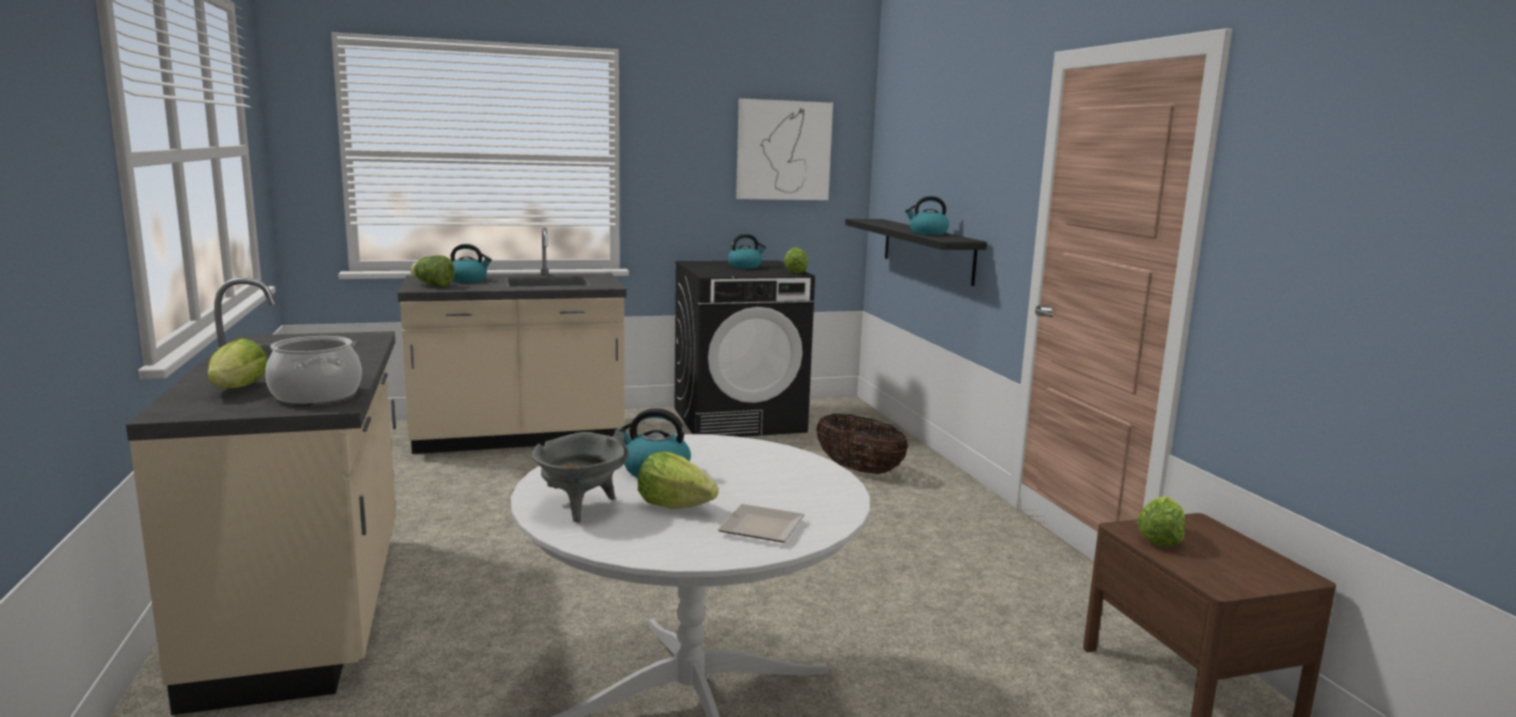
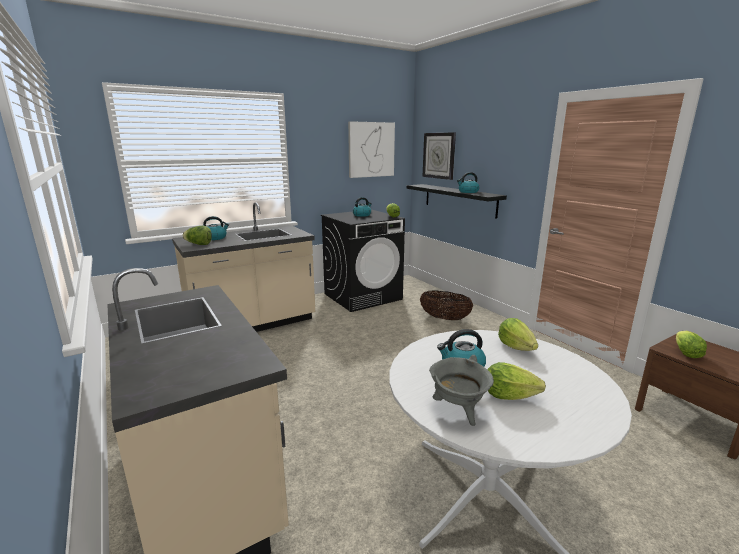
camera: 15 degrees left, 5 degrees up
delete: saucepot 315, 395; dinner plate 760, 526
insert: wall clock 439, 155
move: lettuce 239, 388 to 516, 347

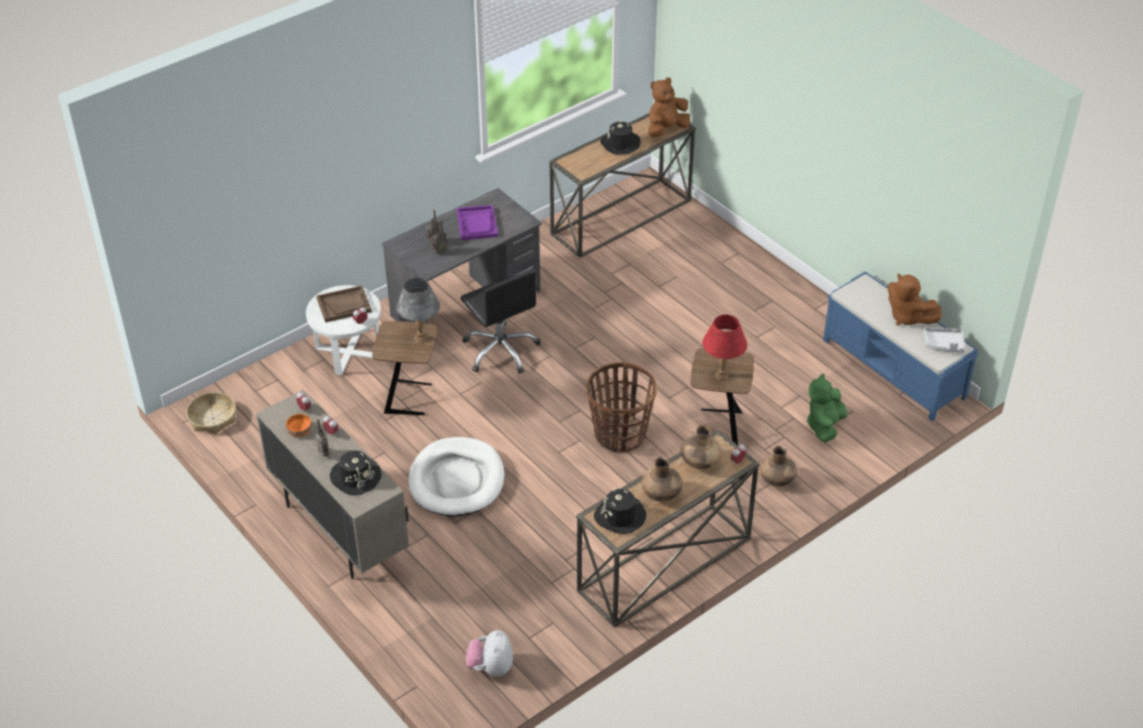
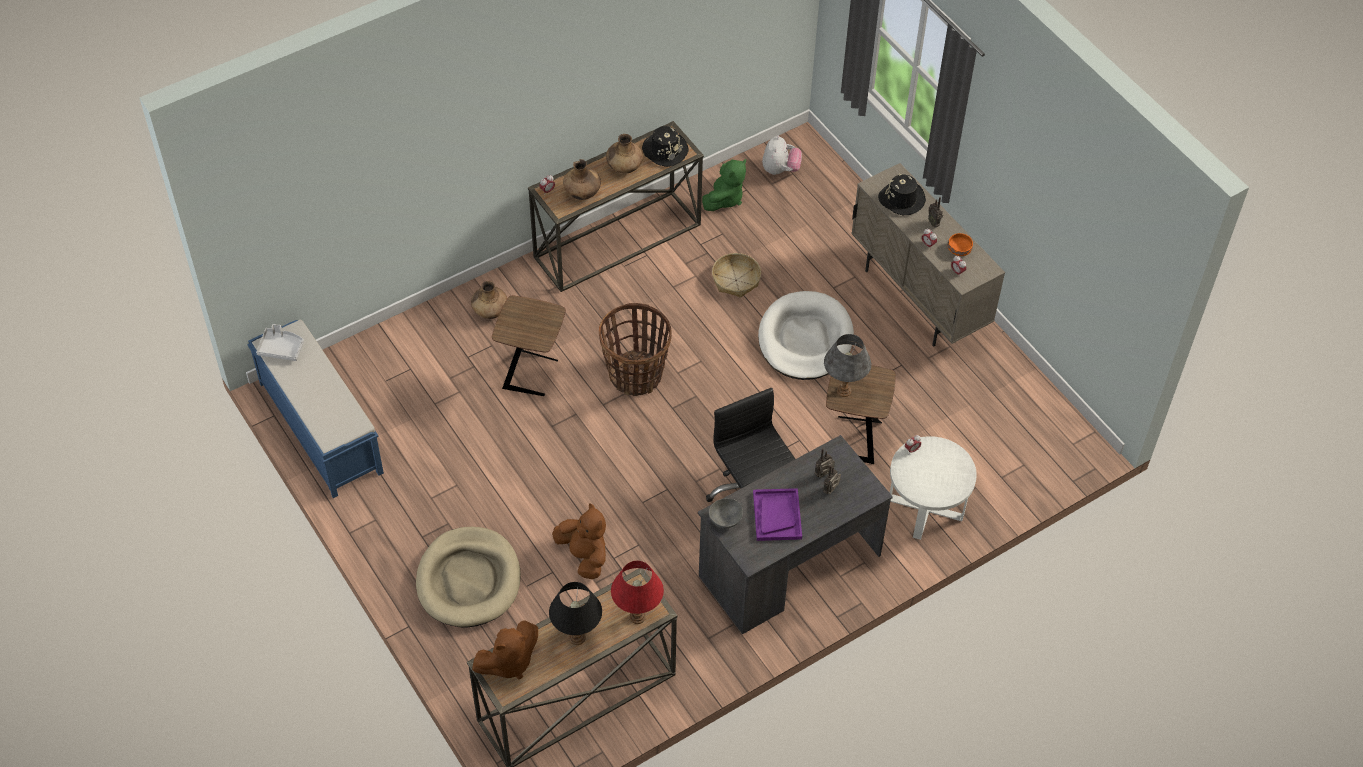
camera: 175 degrees left, 10 degrees up
delete: tray/brownish 344, 305
insert: dog cushion/beige 469, 580; deep dish/grey 726, 520
move: basket 213, 418 to 735, 280; tabletop lamp/reddish 722, 376 to 637, 616; plush toy/green 824, 426 to 724, 198; plush toy/brownish 907, 317 to 584, 555
replace: clothing hat/black-coloured 620, 144 to tabletop lamp/black-coloured 577, 637

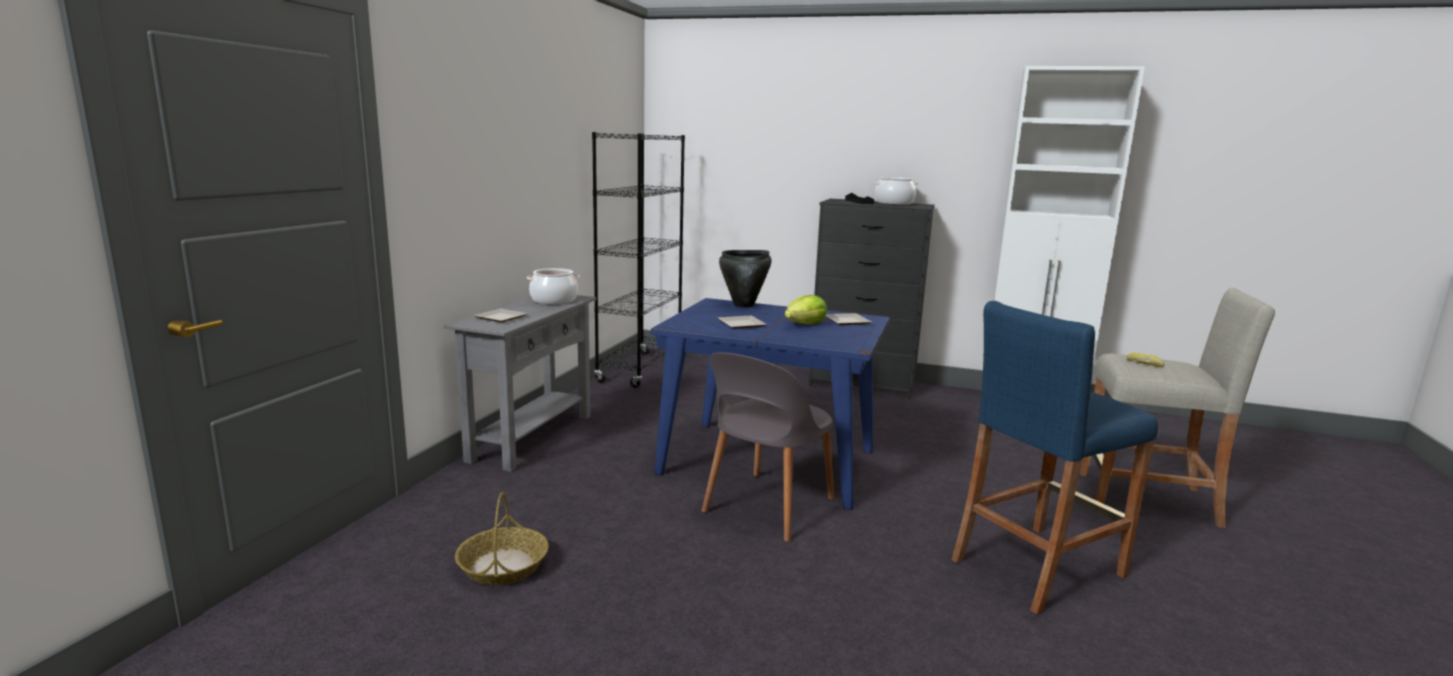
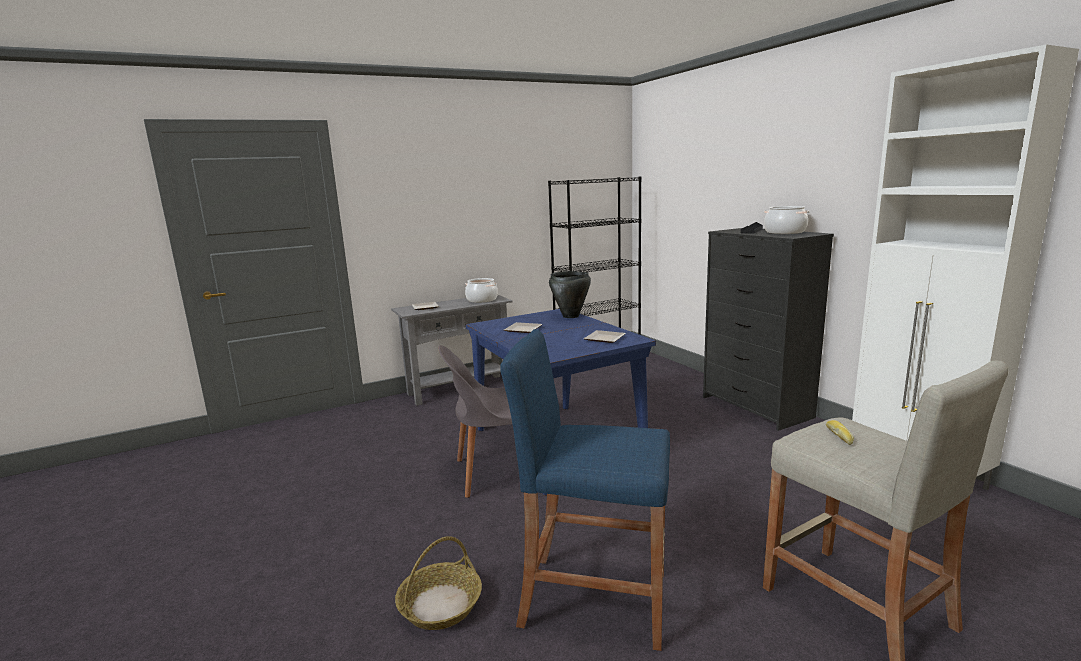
camera: 45 degrees right, 0 degrees up
delete: lettuce 805, 324
move: basket 503, 566 to 440, 606

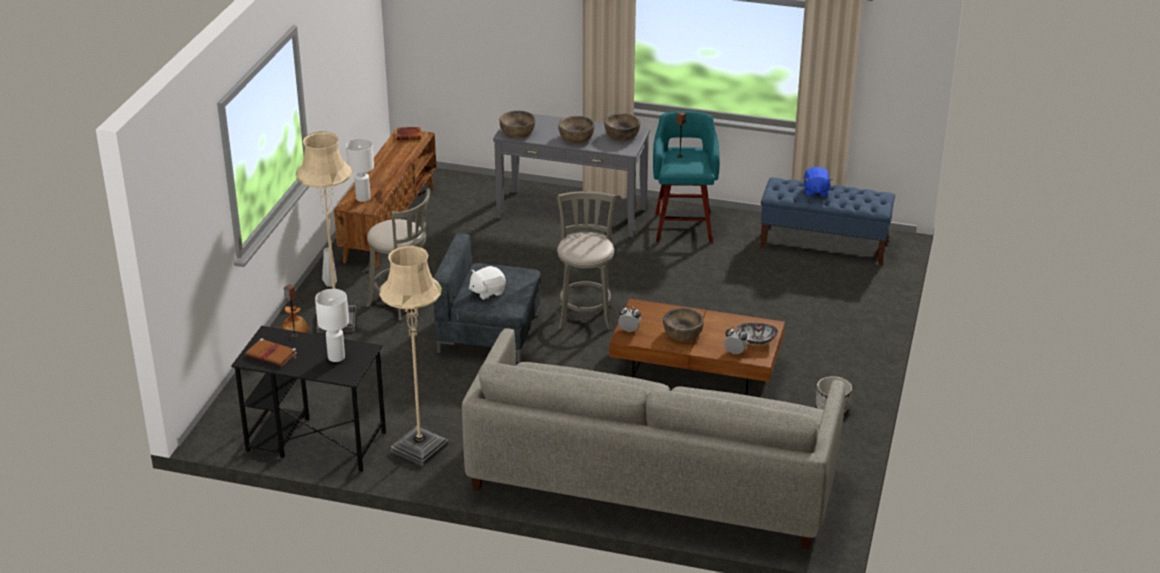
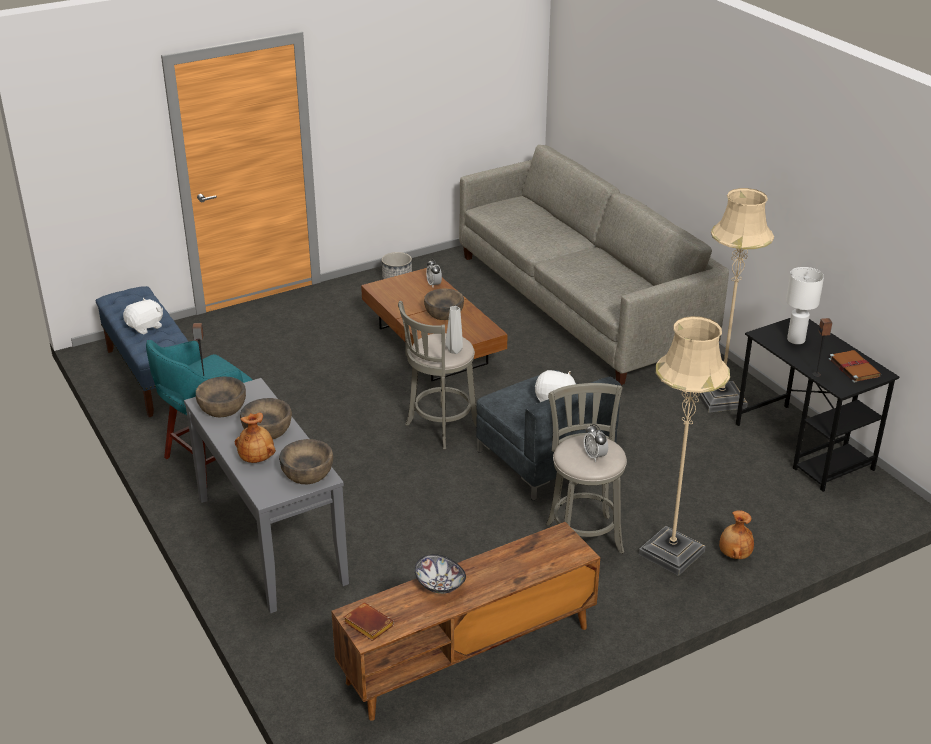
camera: 135 degrees left, 0 degrees up
delete: tabletop lamp/white 363, 198
insert: vase/brownish 257, 458
move: vase/grey 330, 284 to 454, 351; table clock 629, 330 to 595, 456; deep dish 756, 341 to 439, 585
recolor: plush toy/blue-coloured 815, 191 to plush toy/white 145, 327

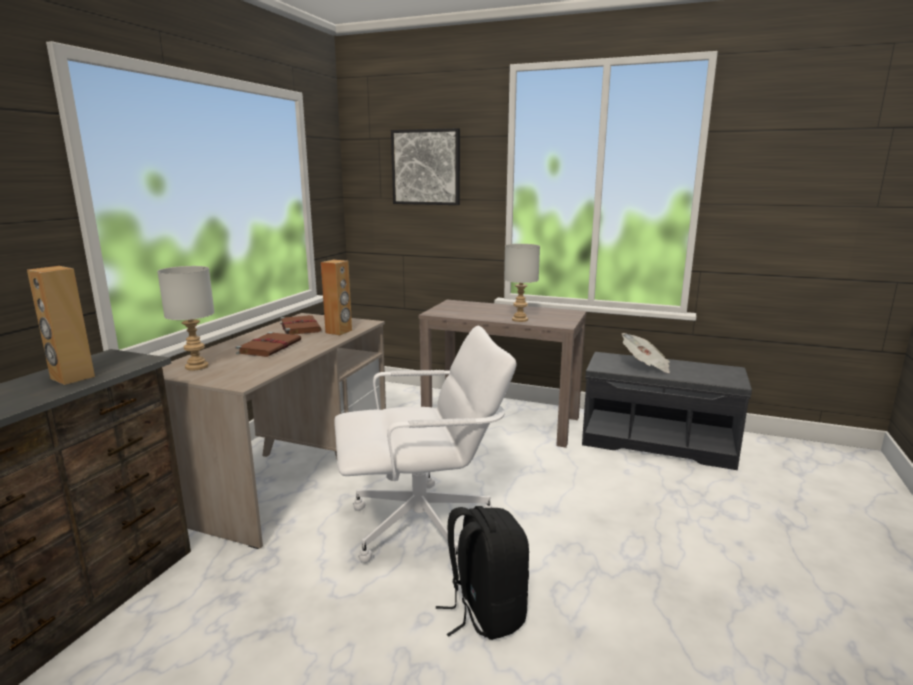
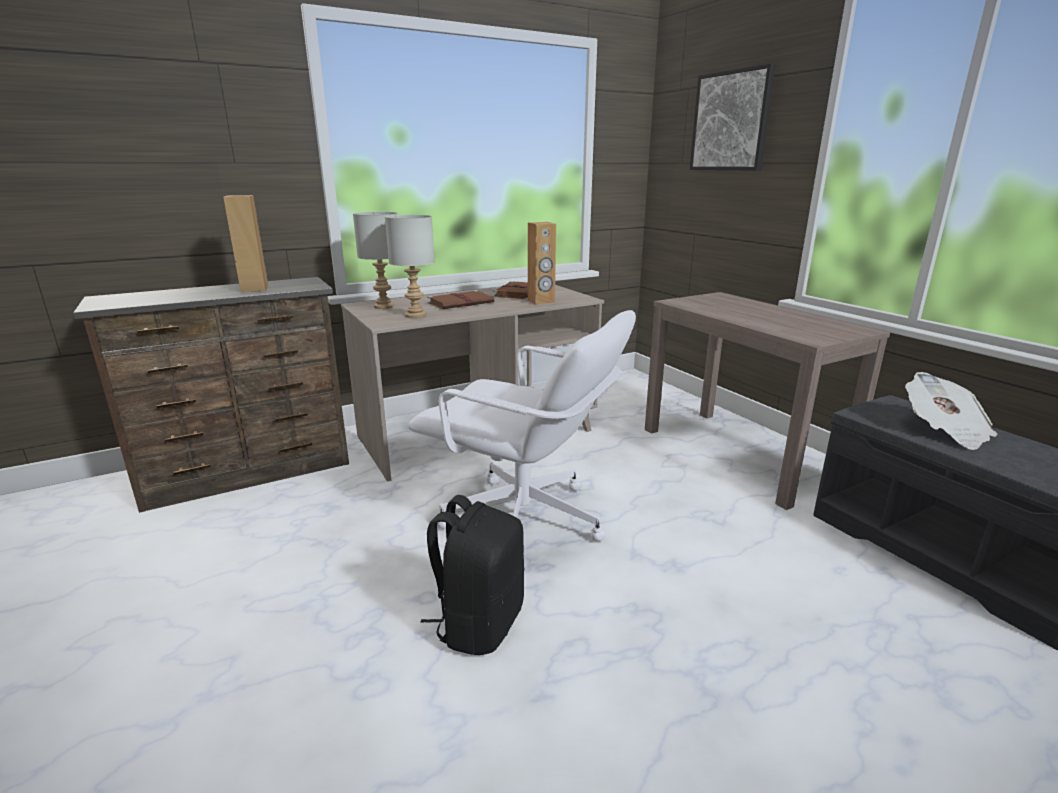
camera: 40 degrees right, 5 degrees up
move: tabletop lamp/grey 520, 319 to 416, 315

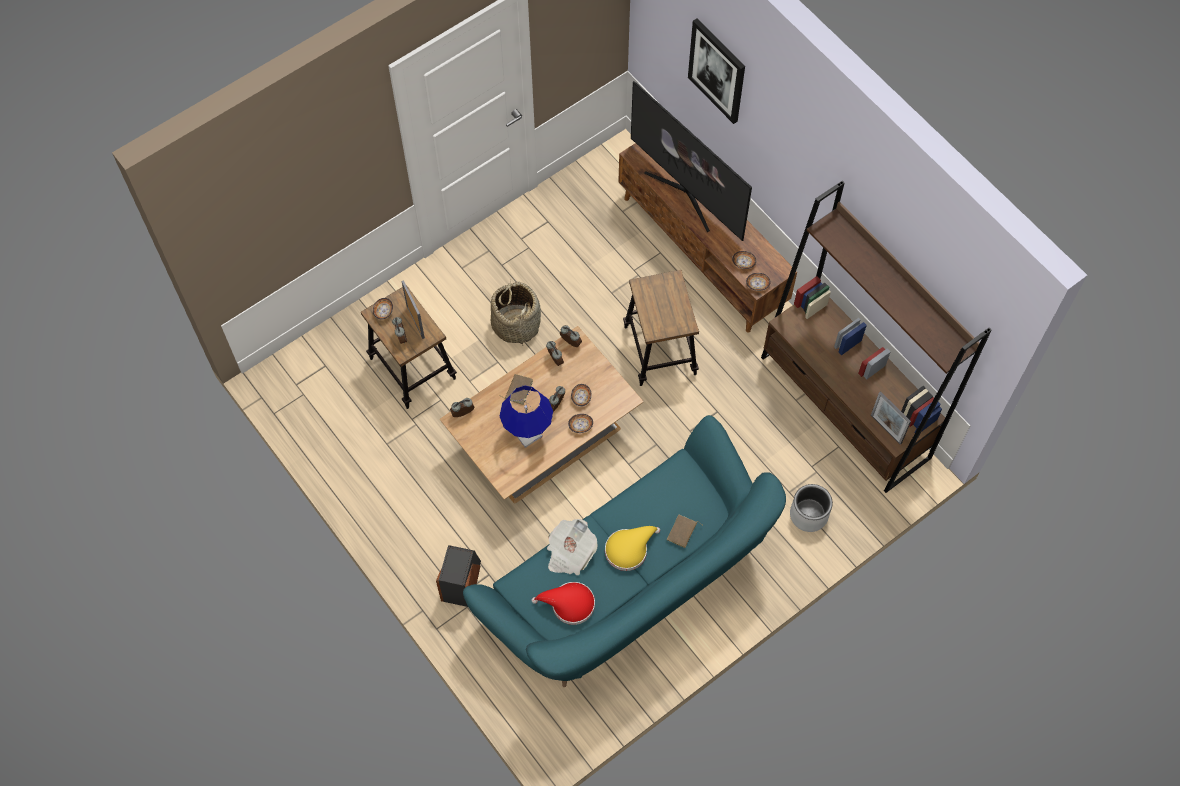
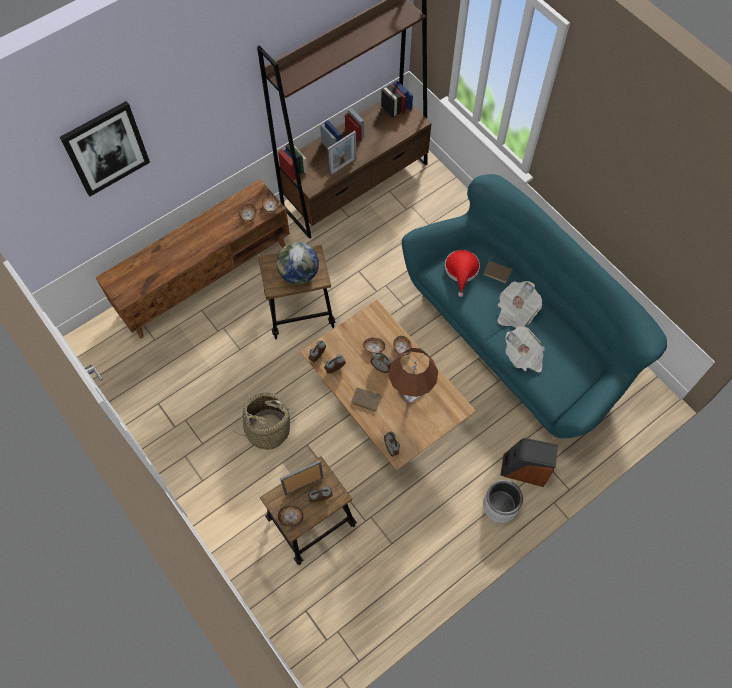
camera: 90 degrees left, 0 degrees up
delete: TV set 686, 193
insert: desk globe 299, 274
move: clothing hat/reddish 569, 604 to 461, 271; planter/grey 808, 515 to 500, 506; standing frame 886, 429 to 342, 167
replace: clothing hat/yellow-coloured 629, 549 to printed paper 515, 311
recolor: tabletop lamp/blue-coloured 528, 434 to tabletop lamp/brownish 411, 391

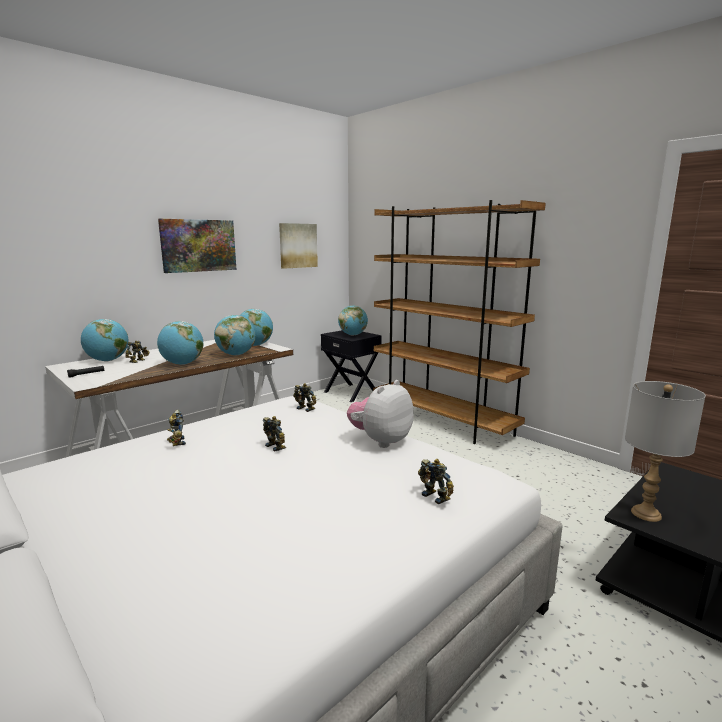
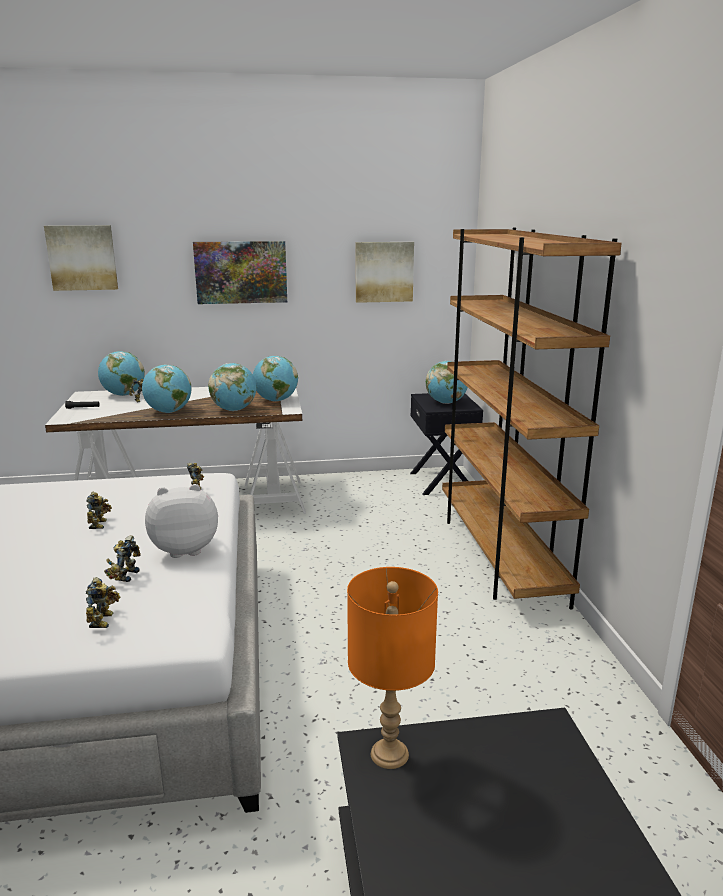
camera: 35 degrees right, 5 degrees up
insert: wall art 82, 257
move: toy robot 176, 442 to 124, 575
recolor: tabletop lamp/grey 645, 513 to tabletop lamp/orangey 389, 753

